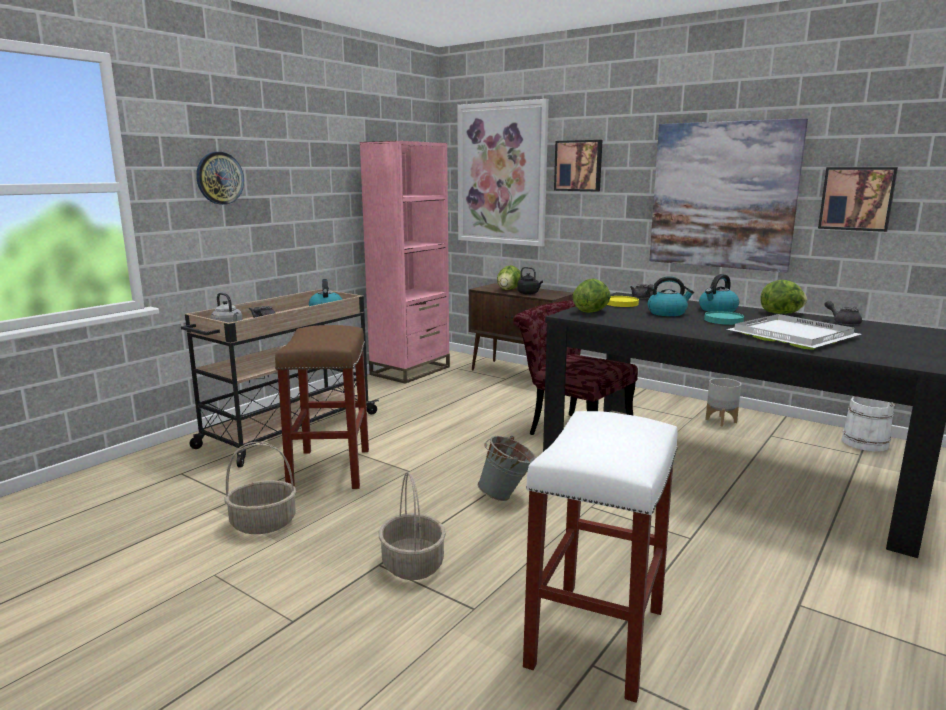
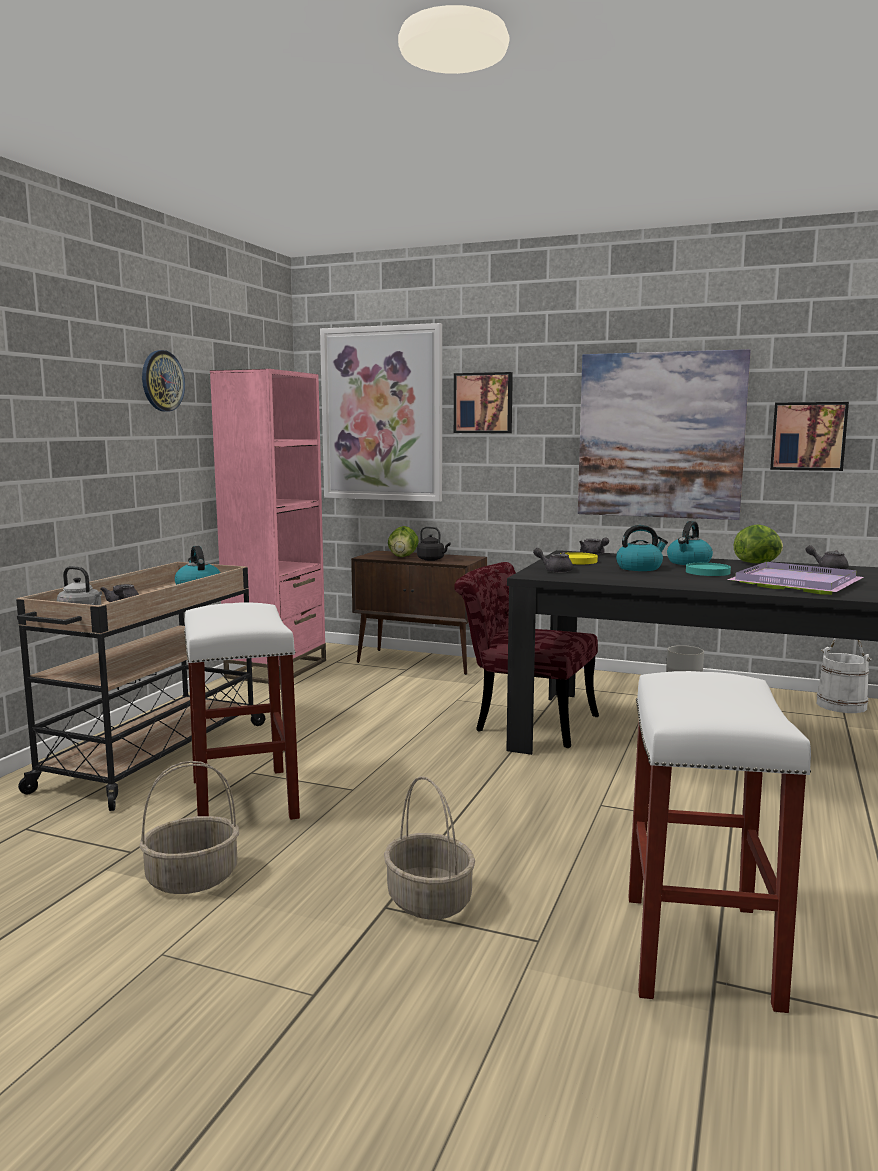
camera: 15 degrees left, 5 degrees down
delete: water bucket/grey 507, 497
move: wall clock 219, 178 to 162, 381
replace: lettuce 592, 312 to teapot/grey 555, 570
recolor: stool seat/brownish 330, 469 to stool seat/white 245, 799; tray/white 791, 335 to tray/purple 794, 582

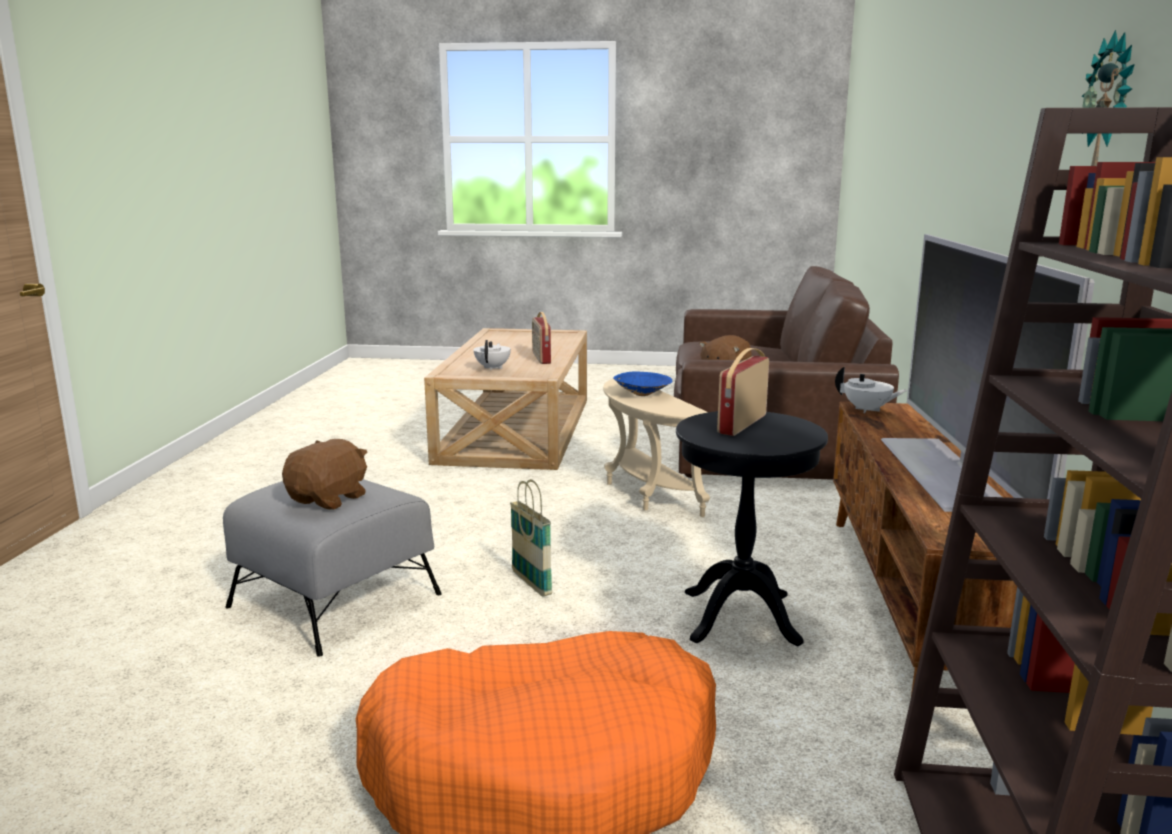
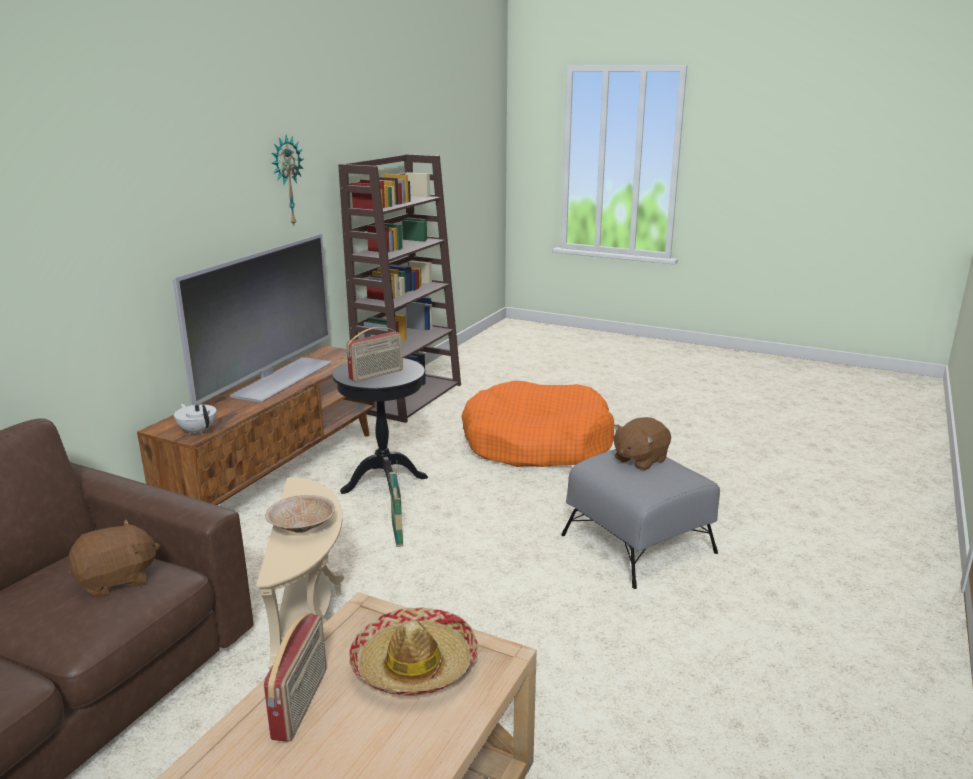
camera: 160 degrees left, 5 degrees up
move: basket 531, 583 to 397, 535
replace: teapot/white 493, 368 to clothing hat 414, 664
recolor: deep dish/blue-coloured 643, 394 to deep dish/beige 301, 527

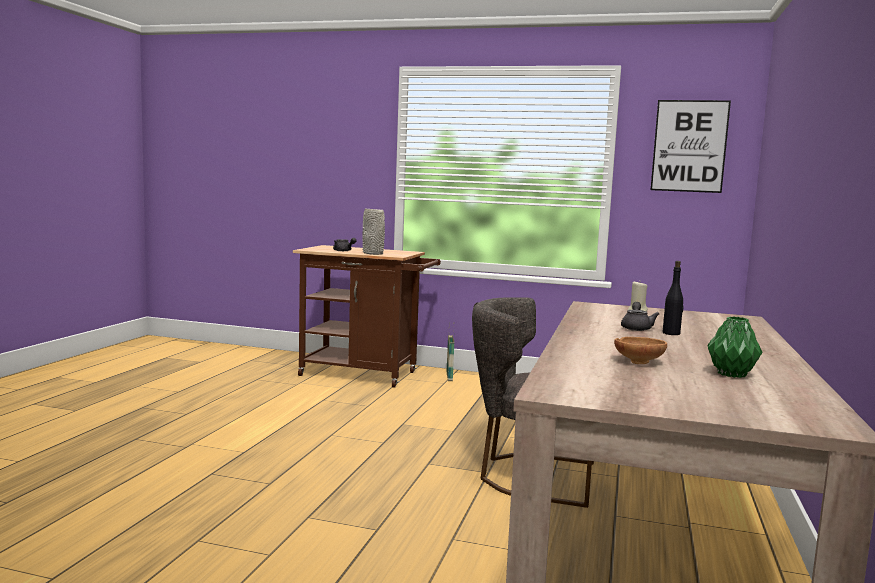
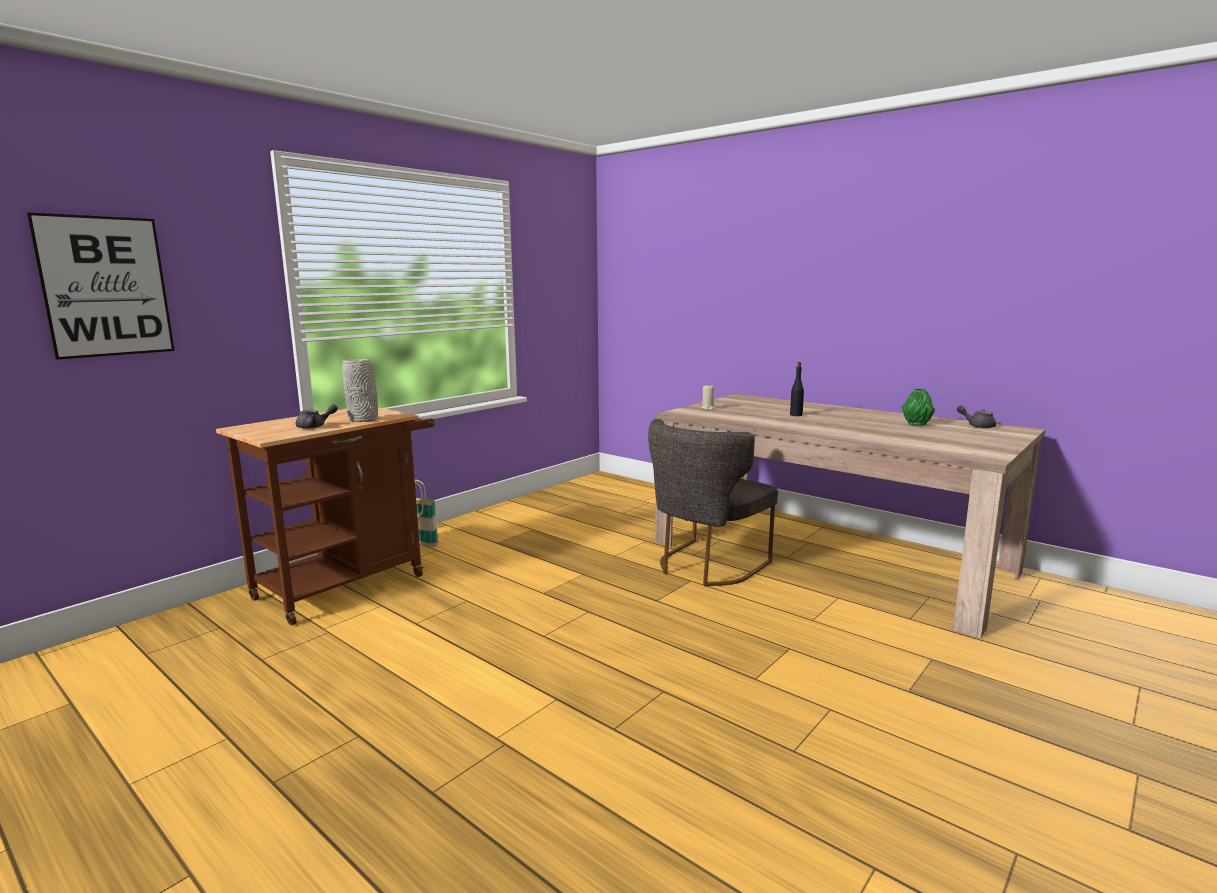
camera: 65 degrees left, 5 degrees up
delete: deep dish/brownish 638, 361
move: teapot/grey 636, 328 to 977, 426; wall art 689, 146 to 105, 287

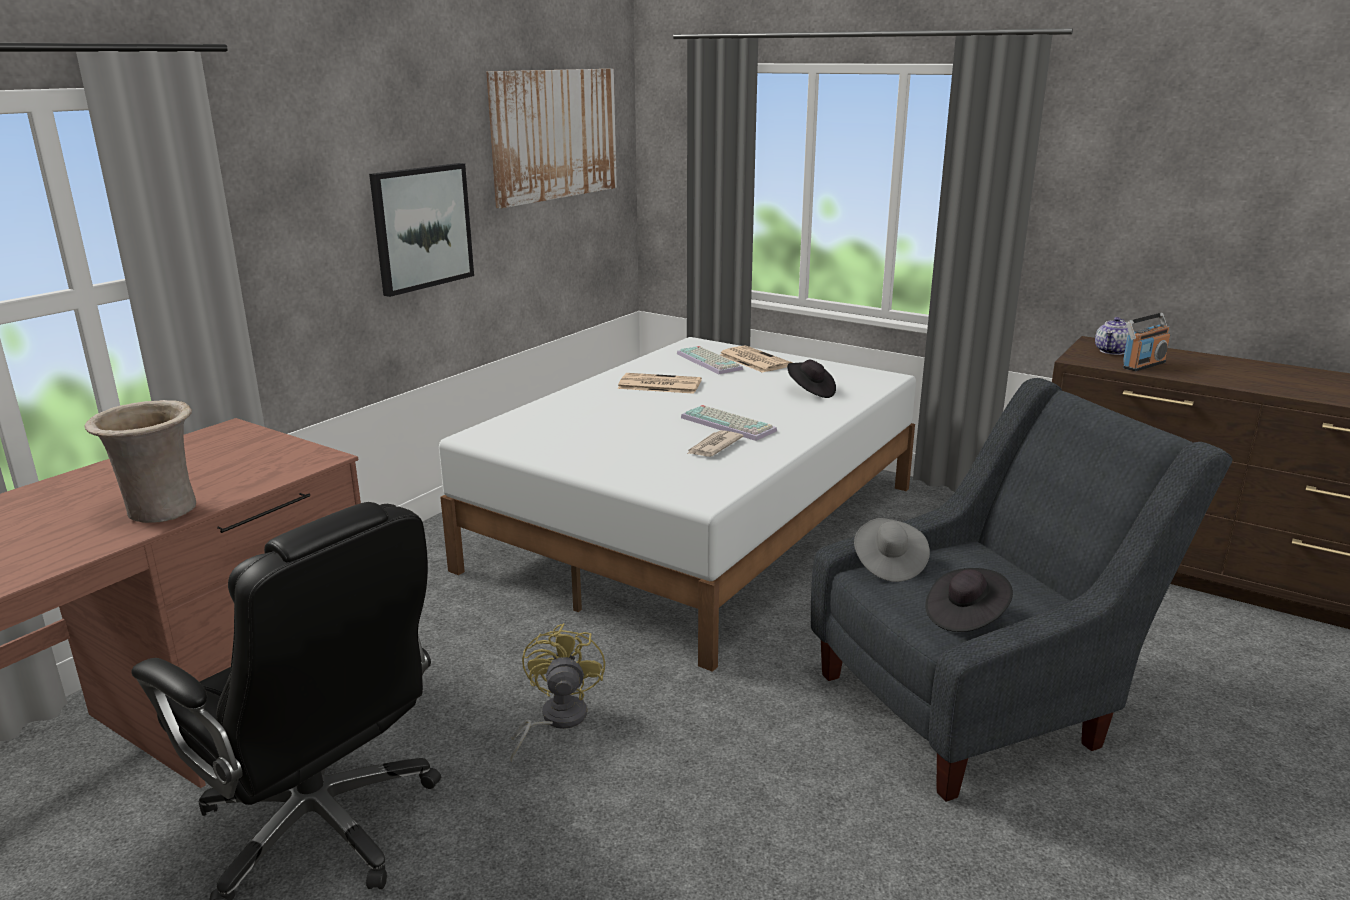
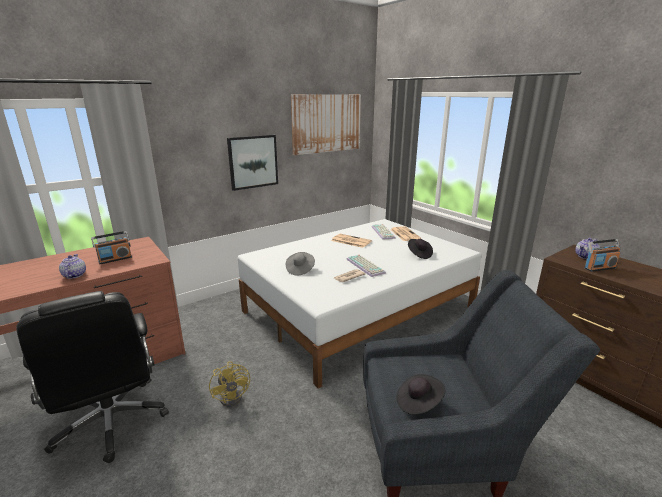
camera: 20 degrees right, 0 degrees up
insert: radio receiver 115, 259
move: clothing hat/grey 888, 565 to 300, 269
replace: vase/beige 159, 511 to teapot 74, 275
rotate: fan/yellow-coloured 556, 720 = 234, 396 135 degrees clockwise

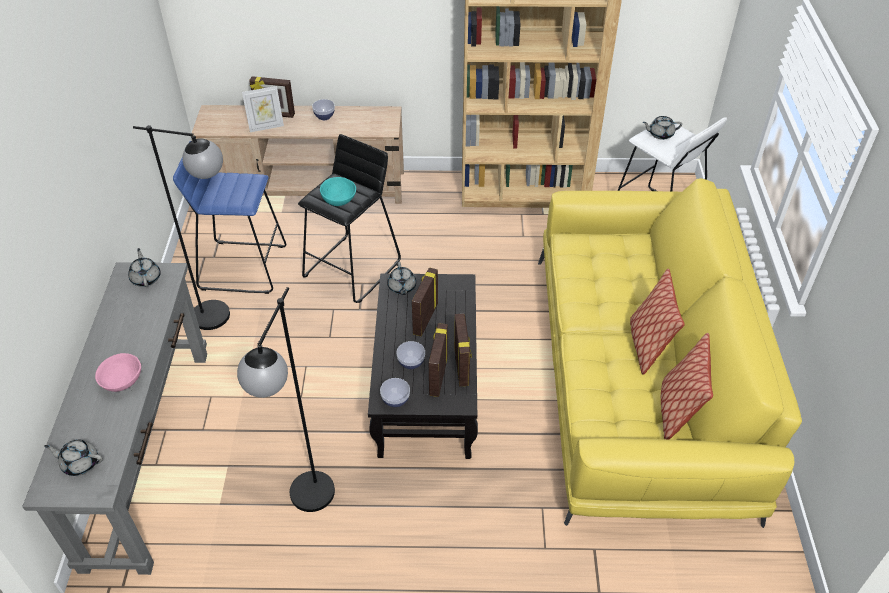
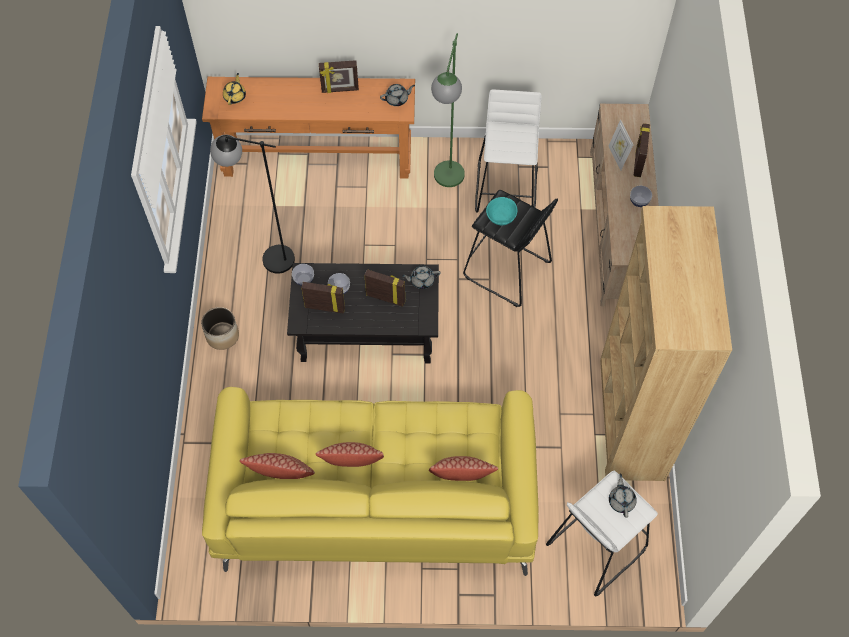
camera: 90 degrees right, 15 degrees up
delete: deep dish/pinkish 123, 381
insert: planter 222, 335; pillow 461, 479
move: standing frame 462, 366 to 340, 90
recolor: console table/grey 149, 453 to console table/orangey 317, 158; teapot/grey 80, 463 to teapot/yellow-coloured 235, 96; floor lamp/black-coloured 224, 317 to floor lamp/green 447, 184; stool seat/blue-coloured 242, 266 to stool seat/white 507, 188

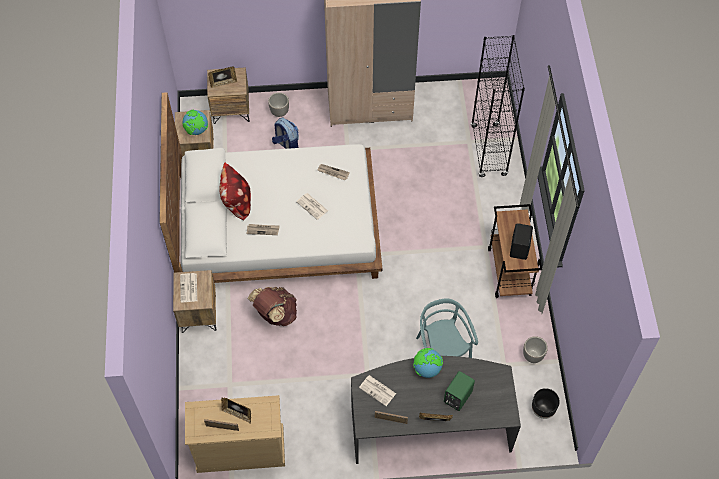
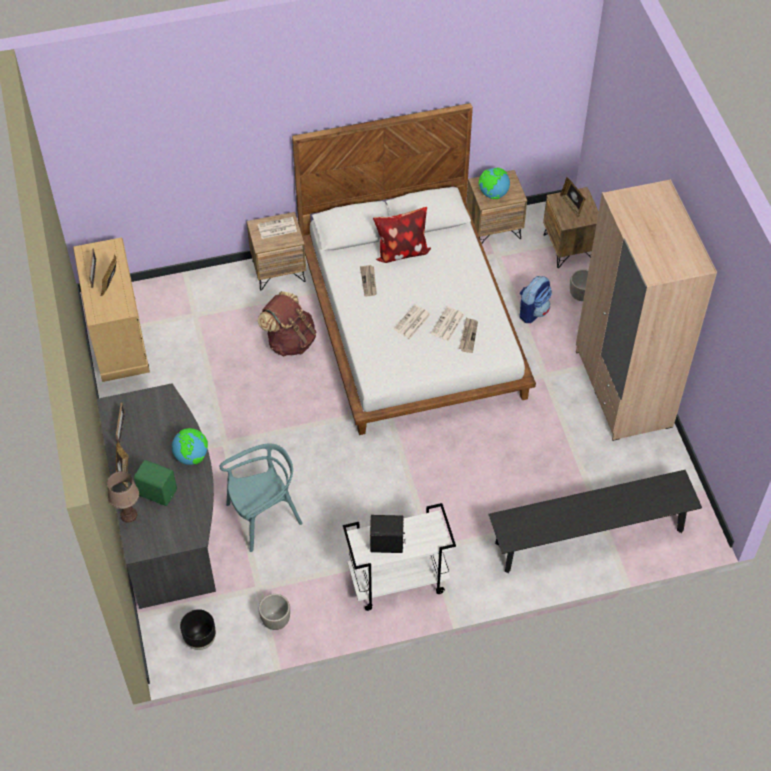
camera: 80 degrees right, 5 degrees down
insert: tabletop lamp/brownish 128, 515
move: printed paper 378, 390 to 447, 324
replace: bookcase/black-coloured 488, 151 to bench/black-coloured 589, 537
recolor: trolley/brownish 509, 272 to trolley/white 397, 582

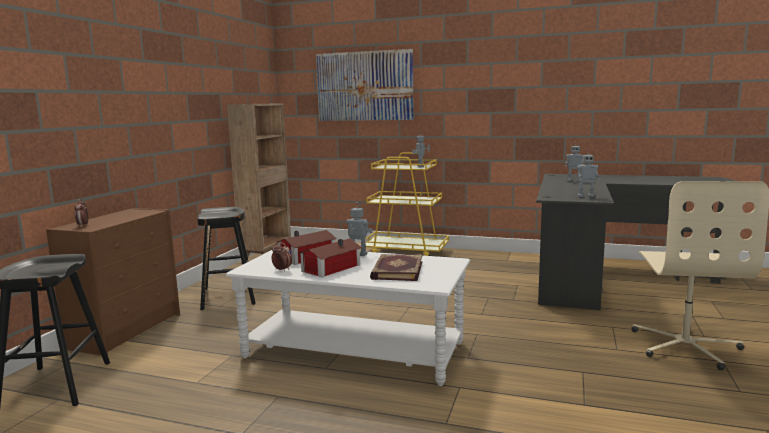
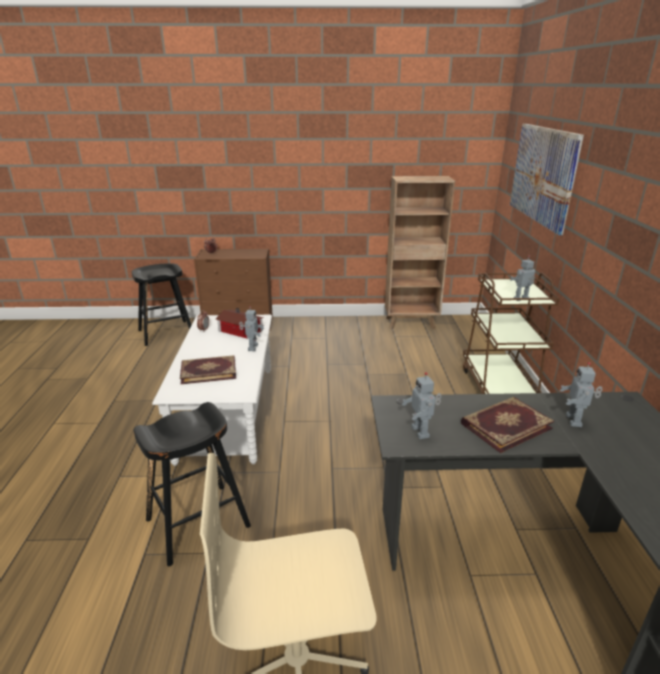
camera: 70 degrees right, 15 degrees up
delete: model house 329, 268
insert: bound book 505, 425
move: stool seat/black-coloured 228, 296 to 198, 522
recolor: trolley/yellow-coloured 406, 252 to trolley/brownish 498, 387

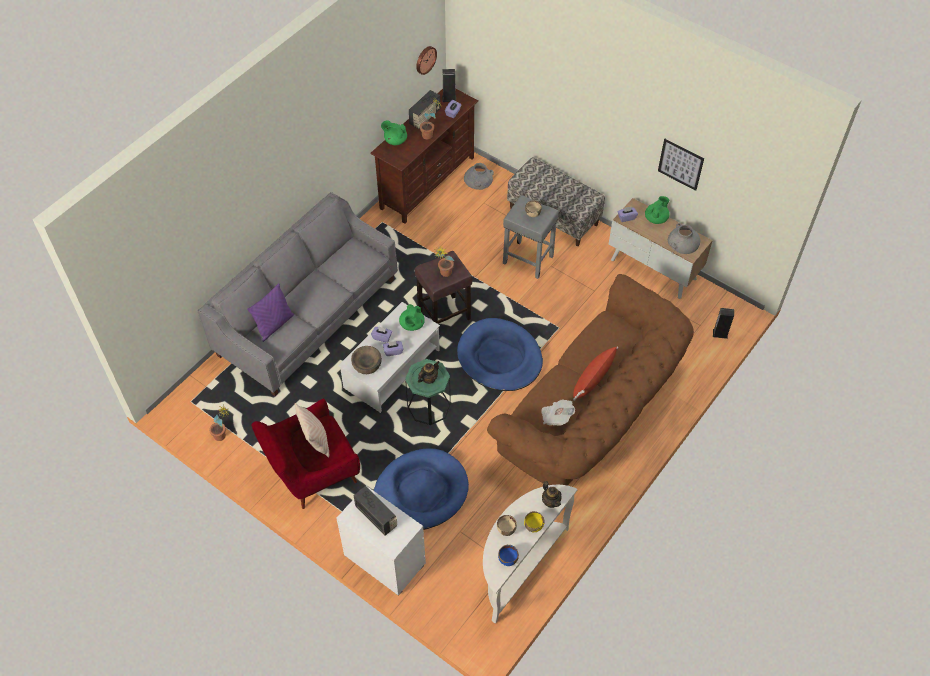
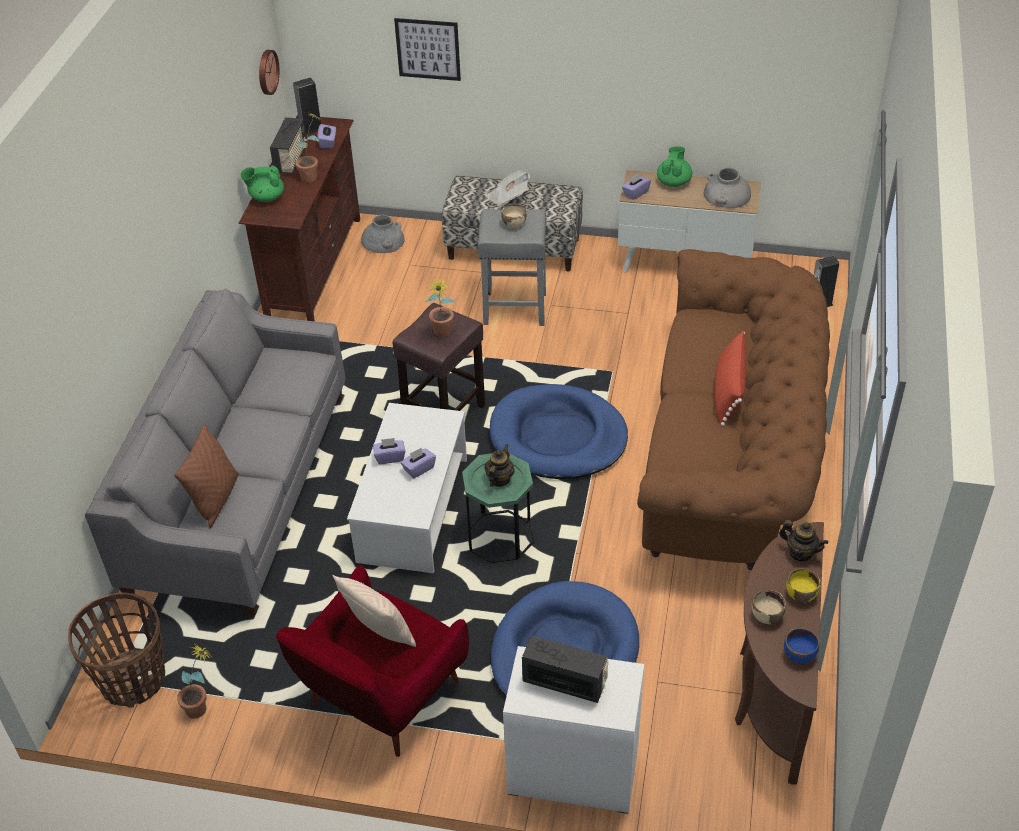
camera: 25 degrees left, 10 degrees down
delete: deep dish/brownish 367, 365; teapot/green 412, 325
insert: basket 133, 680
move: printed paper 556, 417 to 508, 197; wall art 680, 164 to 428, 49
recolor: pillow/purple 274, 325 to pillow/brownish 215, 499; console table/white 518, 565 to console table/brownish 771, 690

